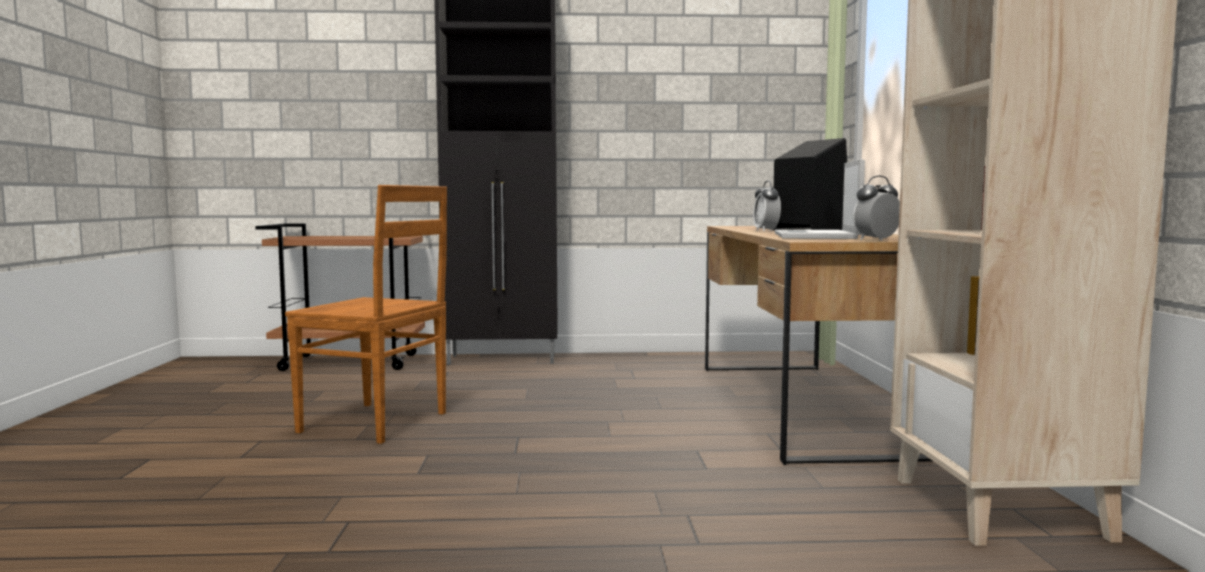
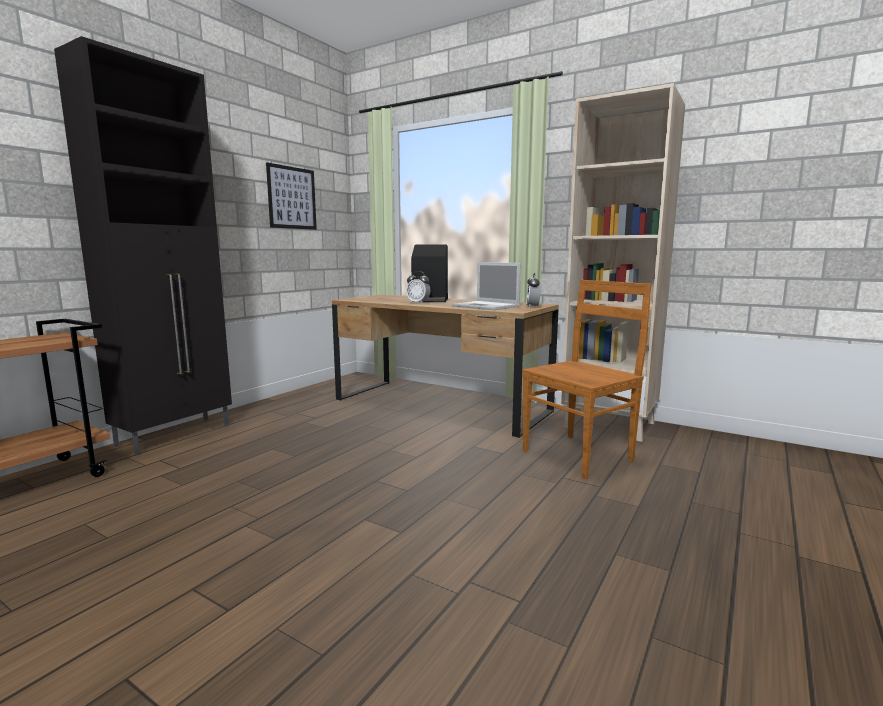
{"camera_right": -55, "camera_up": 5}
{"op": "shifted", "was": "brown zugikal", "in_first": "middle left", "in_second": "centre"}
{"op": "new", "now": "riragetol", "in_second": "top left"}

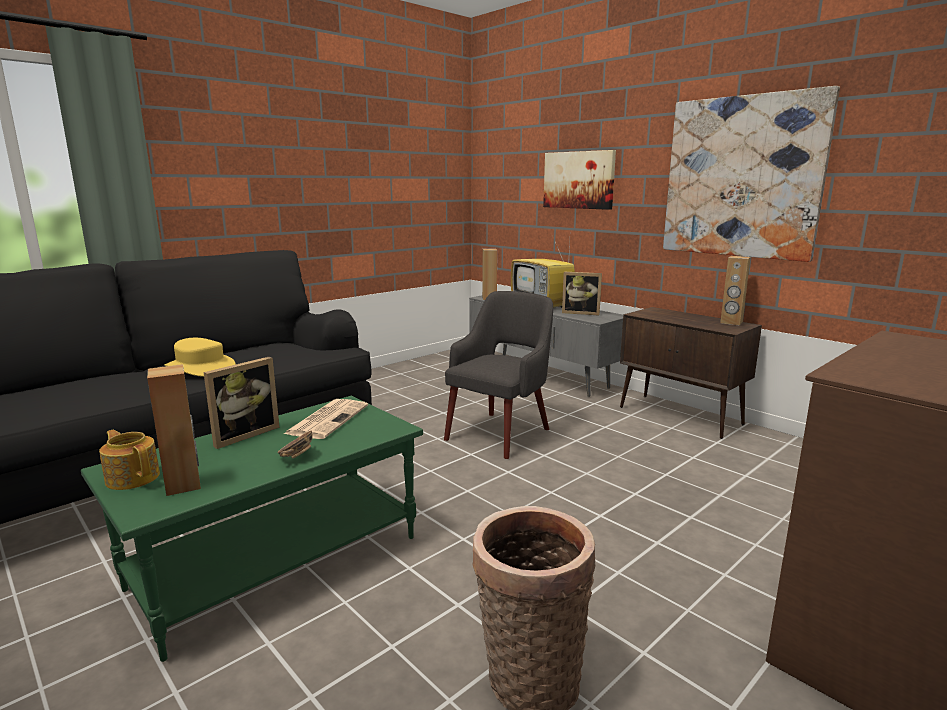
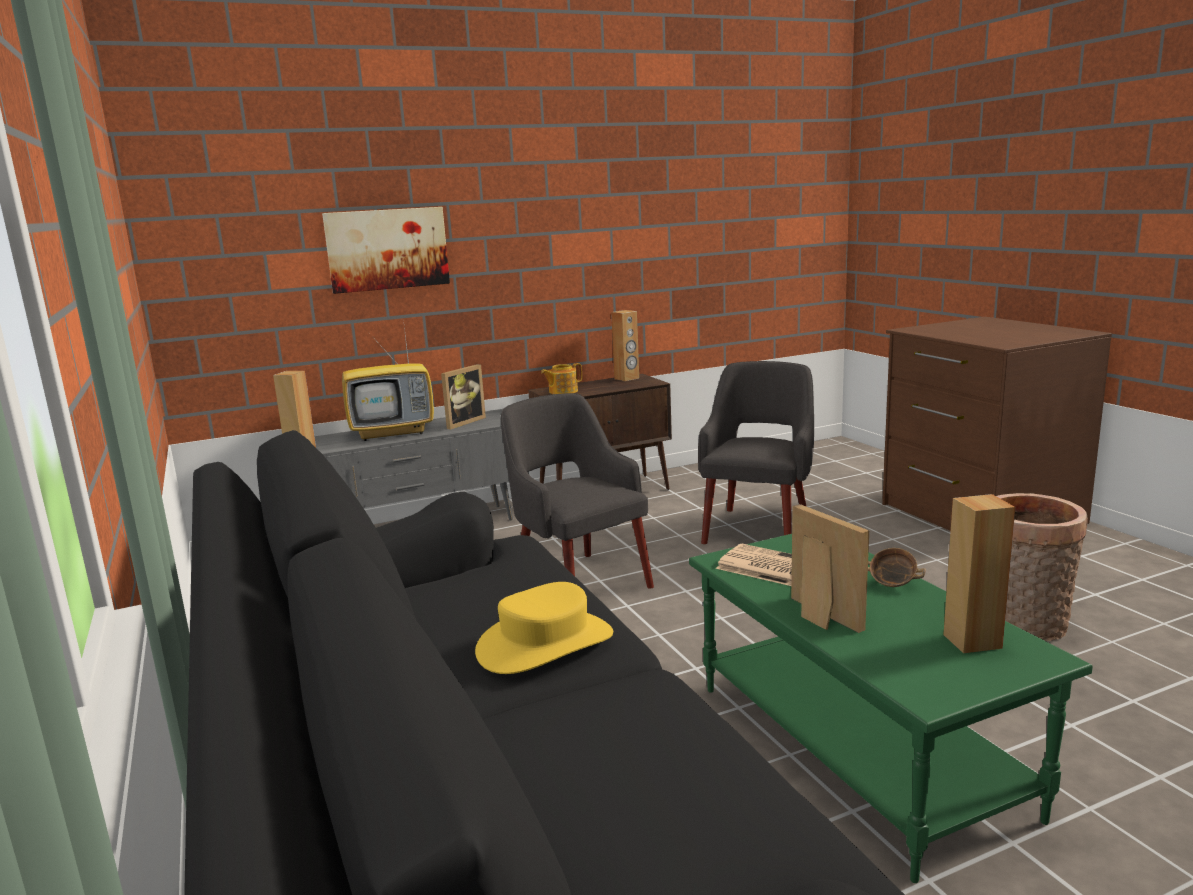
{"camera_right": -70, "camera_up": 0}
{"op": "gone", "was": "riragetol (no. 2 from left)", "in_first": "top right"}
{"op": "shifted", "was": "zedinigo", "in_first": "middle left", "in_second": "centre"}
{"op": "new", "now": "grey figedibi (no. 2 from left)", "in_second": "centre"}

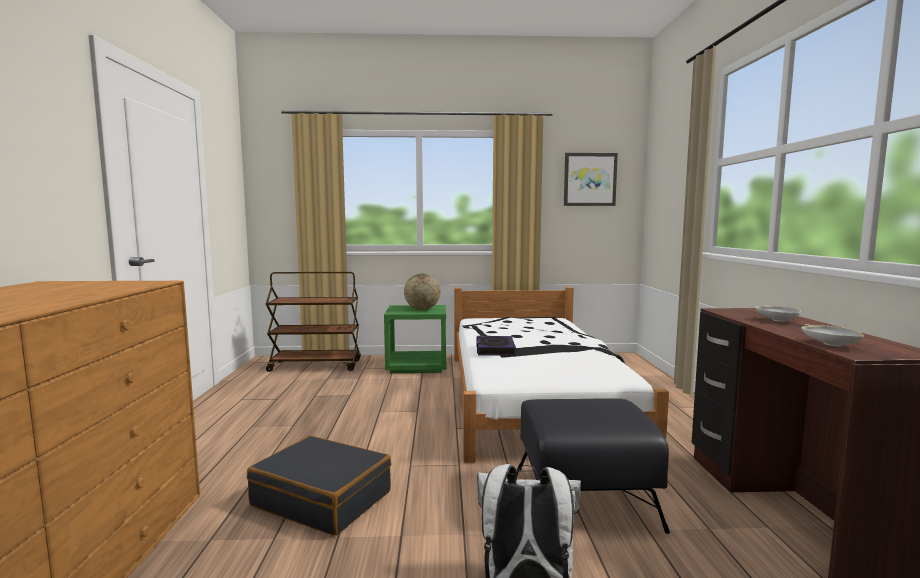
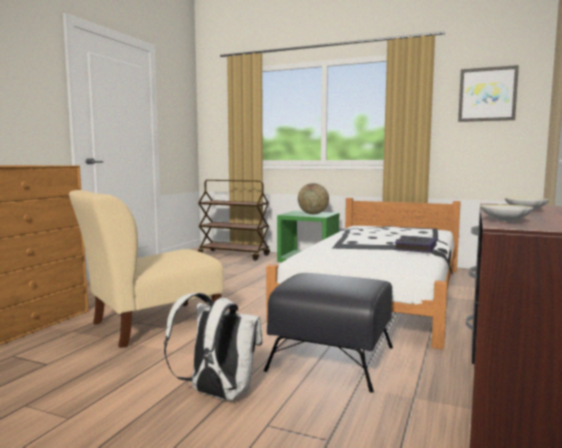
{"camera_right": 25, "camera_up": 0}
{"op": "shifted", "was": "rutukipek", "in_first": "centre", "in_second": "middle right"}
{"op": "swapped", "was": "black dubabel", "now": "beige zugikal", "in_first": "bottom centre", "in_second": "middle left"}

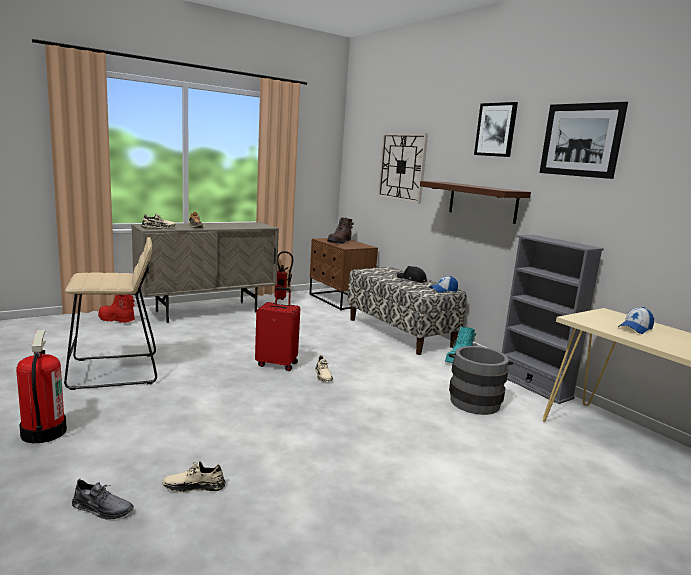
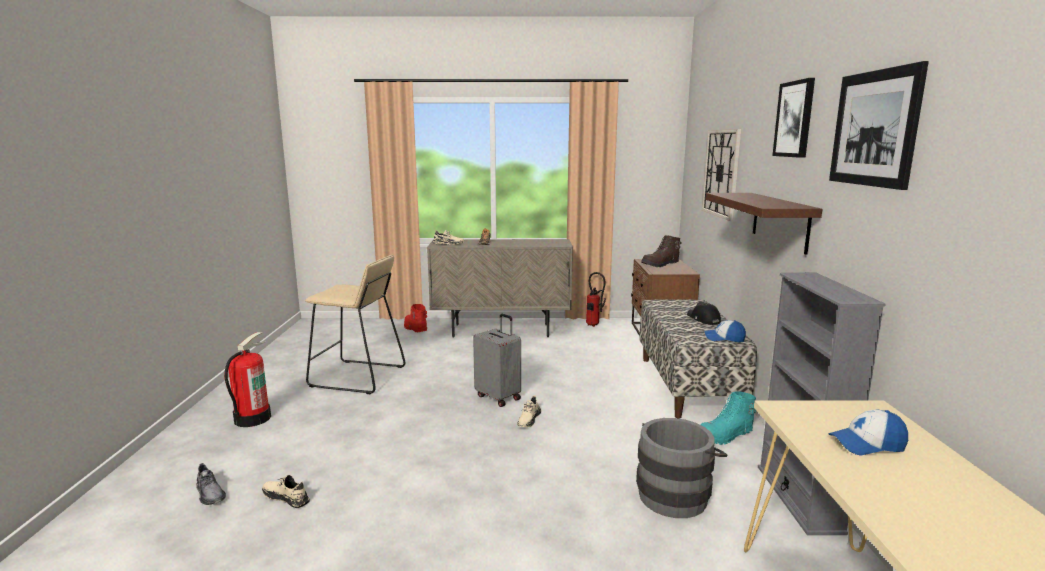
{"camera_right": 35, "camera_up": 0}
{"op": "repainted", "was": "red dubabel", "now": "grey dubabel", "in_first": "centre", "in_second": "centre"}

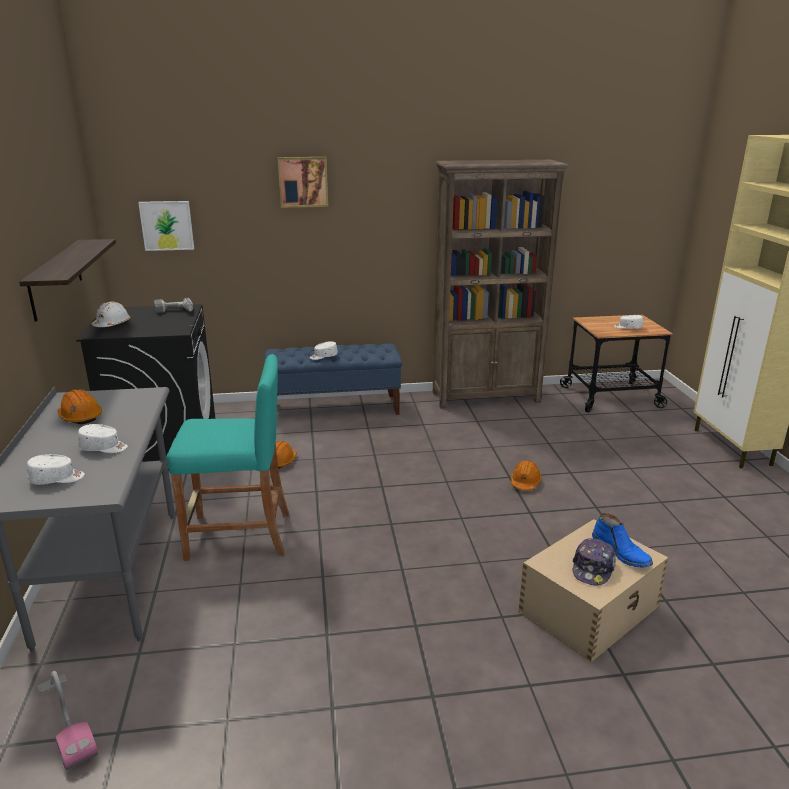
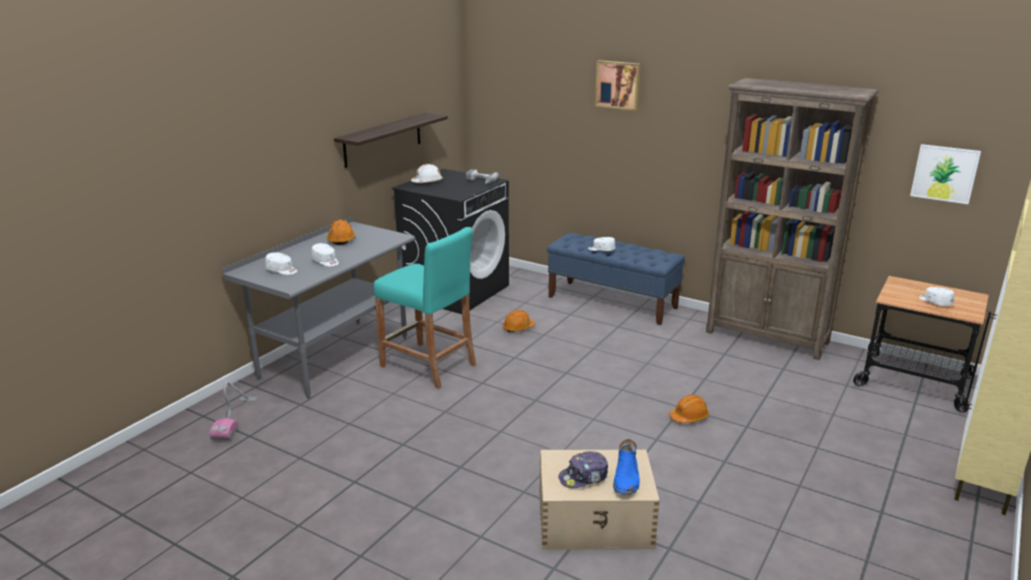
{"camera_right": 40, "camera_up": 0}
{"op": "shifted", "was": "riragetol (no. 1 from left in the first image)", "now": "riragetol (no. 2 from left)", "in_first": "top left", "in_second": "top right"}

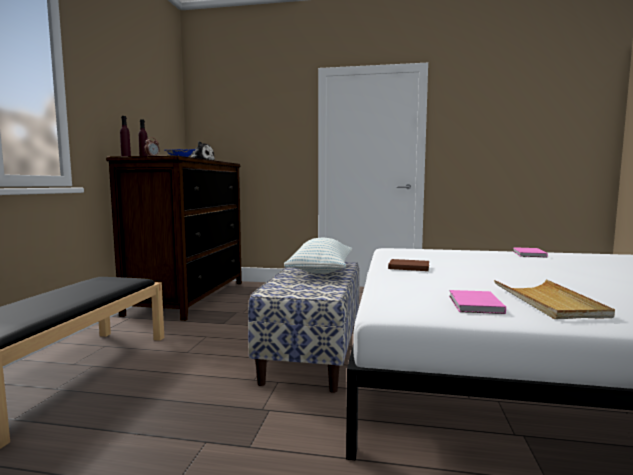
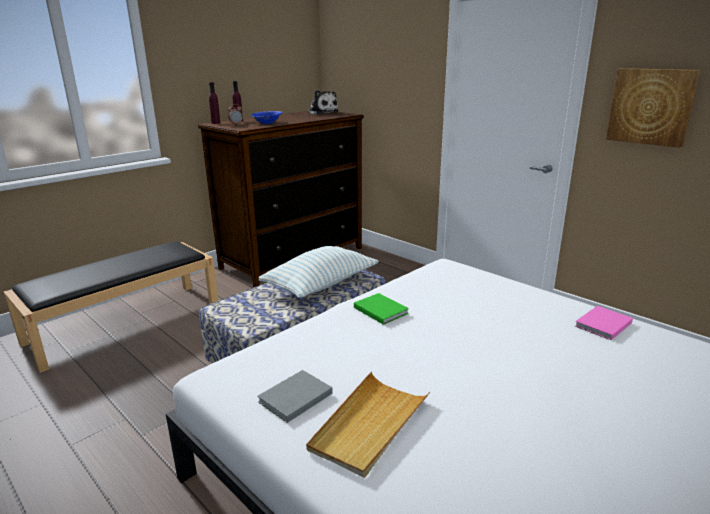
{"camera_right": 35, "camera_up": 15}
{"op": "repainted", "was": "brown rutukipek", "now": "green rutukipek", "in_first": "centre", "in_second": "centre"}
{"op": "repainted", "was": "pink rutukipek (no. 1 from left)", "now": "grey rutukipek", "in_first": "middle right", "in_second": "bottom centre"}
{"op": "new", "now": "riragetol", "in_second": "top right"}

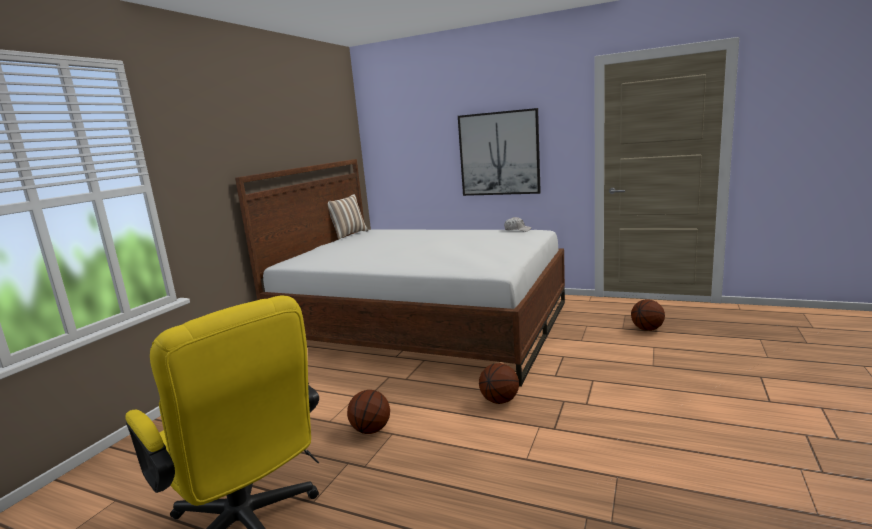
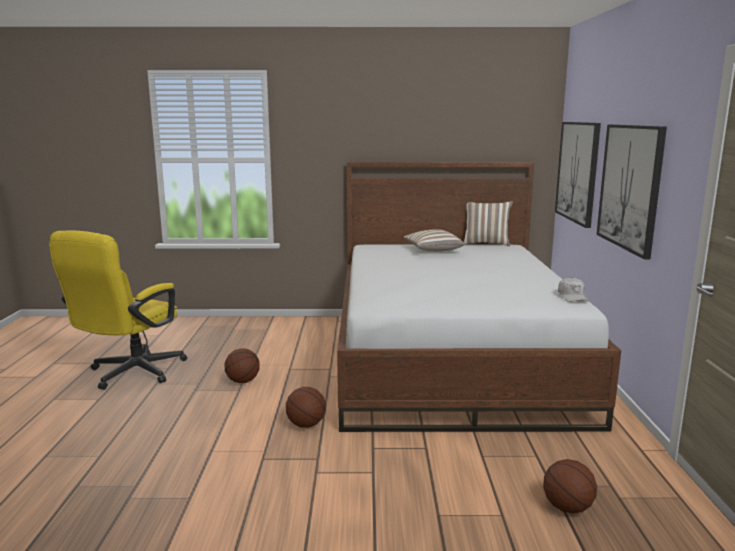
{"camera_right": 65, "camera_up": 0}
{"op": "new", "now": "riragetol (no. 1 from left)", "in_second": "top right"}
{"op": "new", "now": "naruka (no. 1 from left)", "in_second": "centre"}

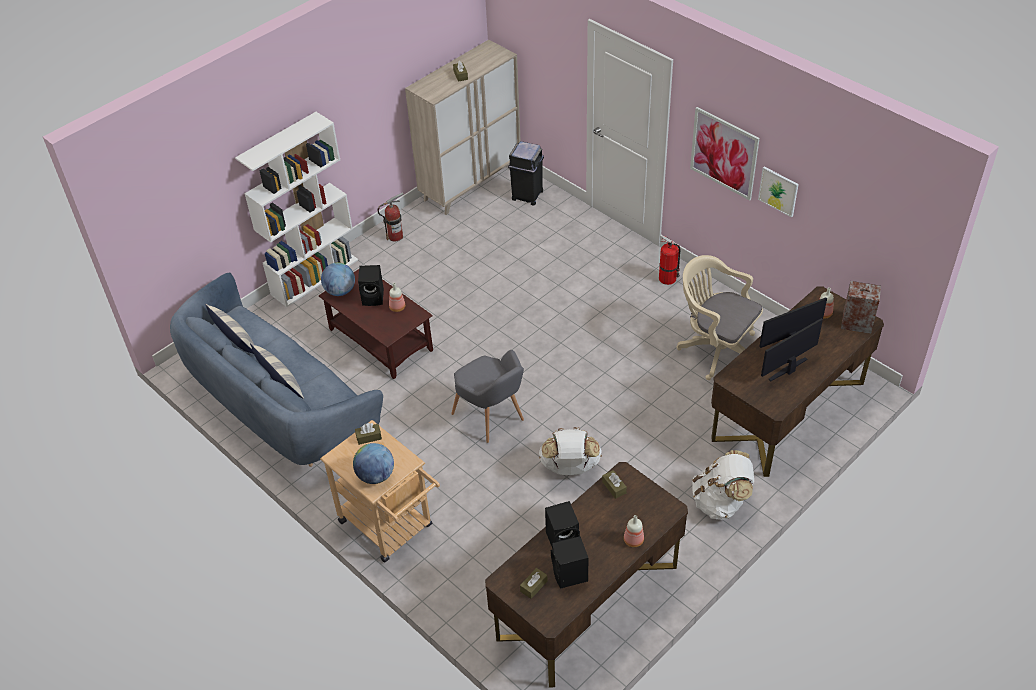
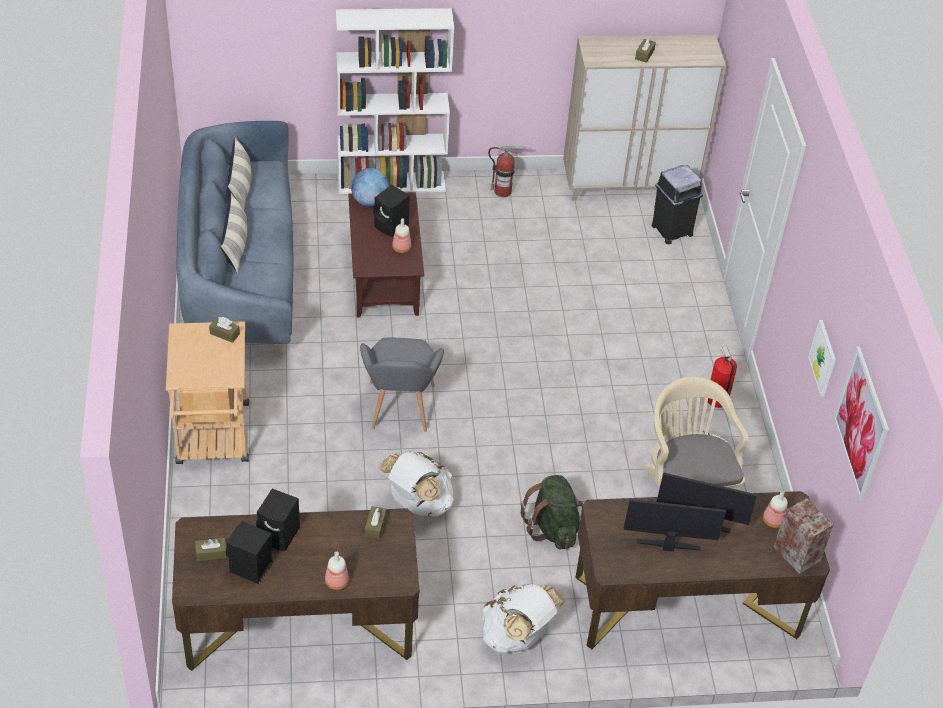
{"camera_right": 35, "camera_up": 0}
{"op": "shifted", "was": "riragetol (no. 1 from left in the first image)", "now": "riragetol (no. 2 from left)", "in_first": "top right", "in_second": "middle right"}
{"op": "gone", "was": "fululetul (no. 2 from left)", "in_first": "bottom centre"}
{"op": "new", "now": "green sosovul", "in_second": "bottom centre"}

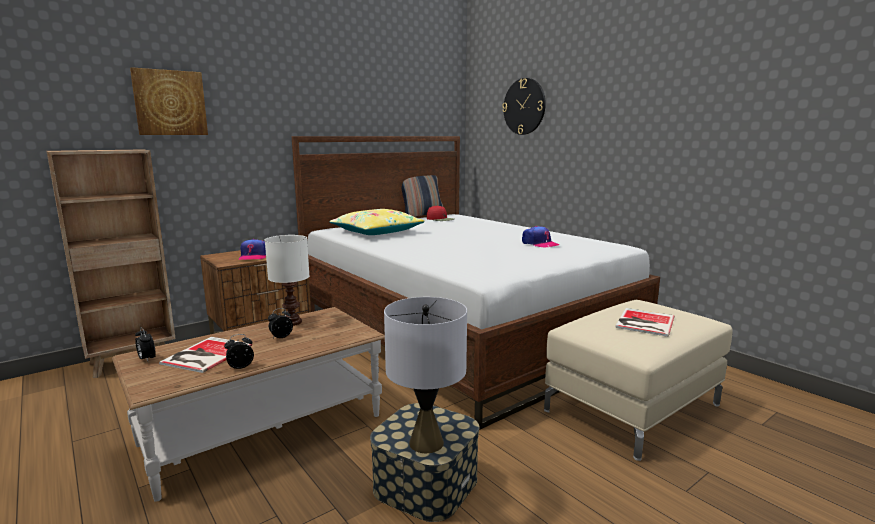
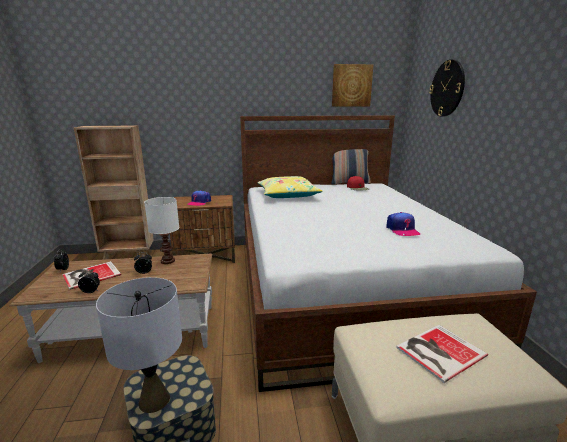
{"camera_right": 30, "camera_up": 5}
{"op": "shifted", "was": "riragetol", "in_first": "top left", "in_second": "top centre"}

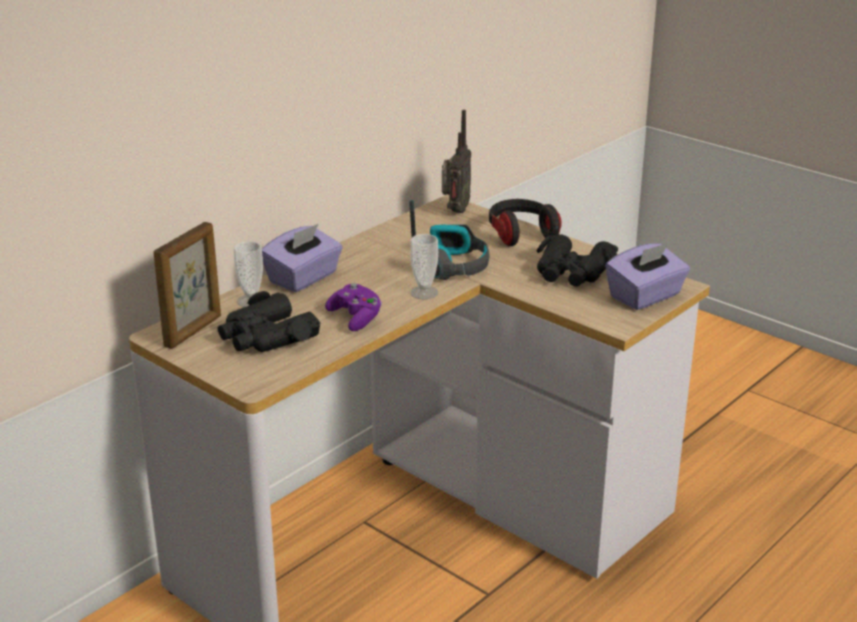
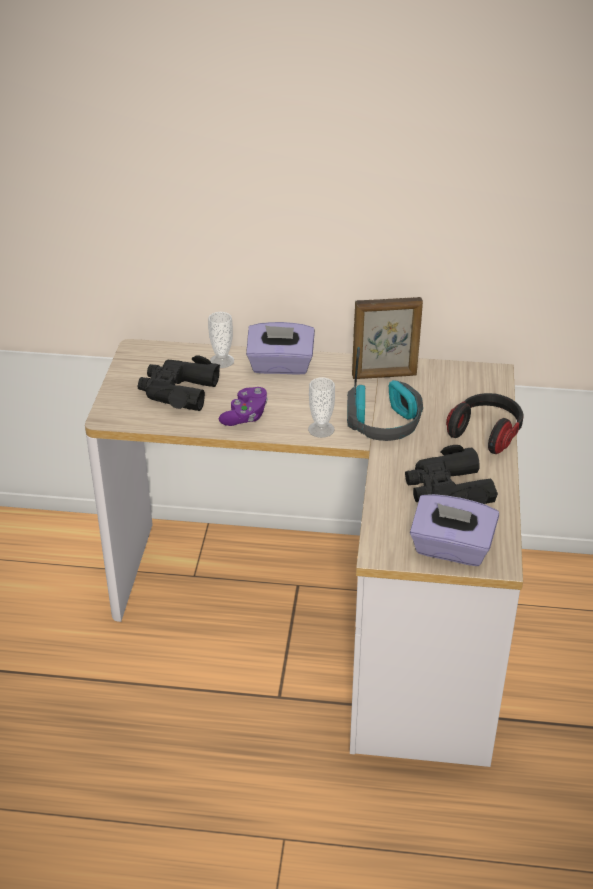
{"camera_right": 55, "camera_up": 10}
{"op": "gone", "was": "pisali", "in_first": "top centre"}
{"op": "shifted", "was": "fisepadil", "in_first": "middle left", "in_second": "centre"}

